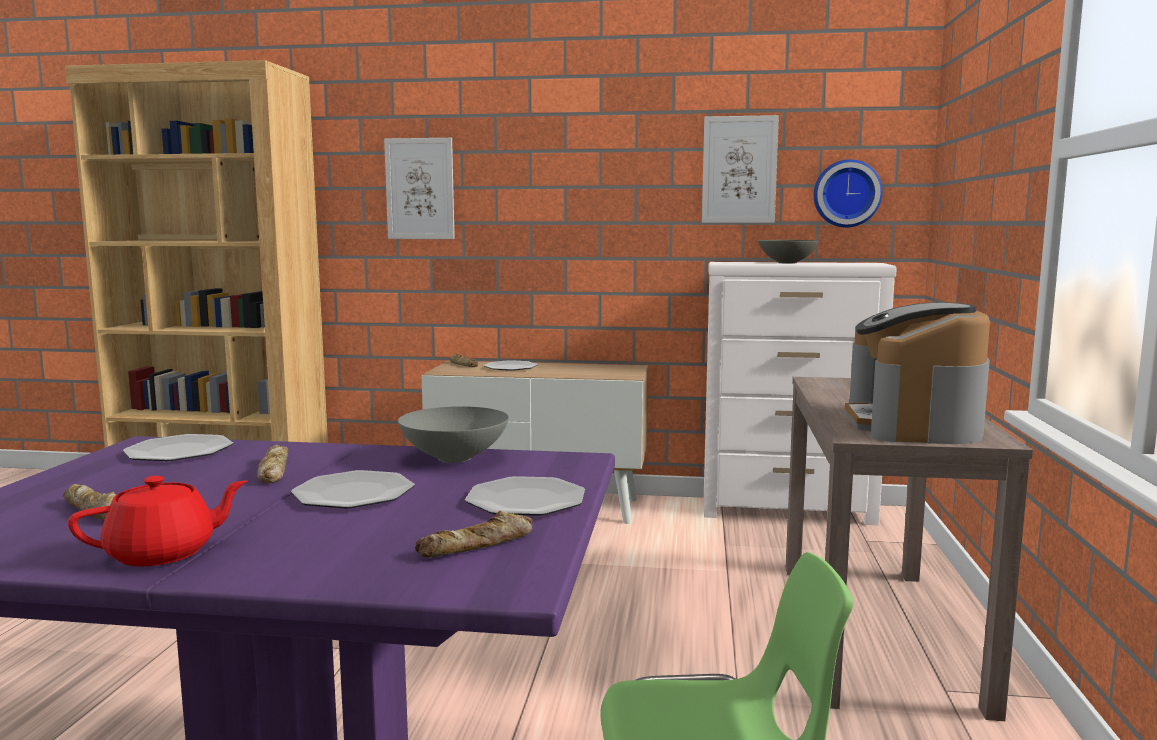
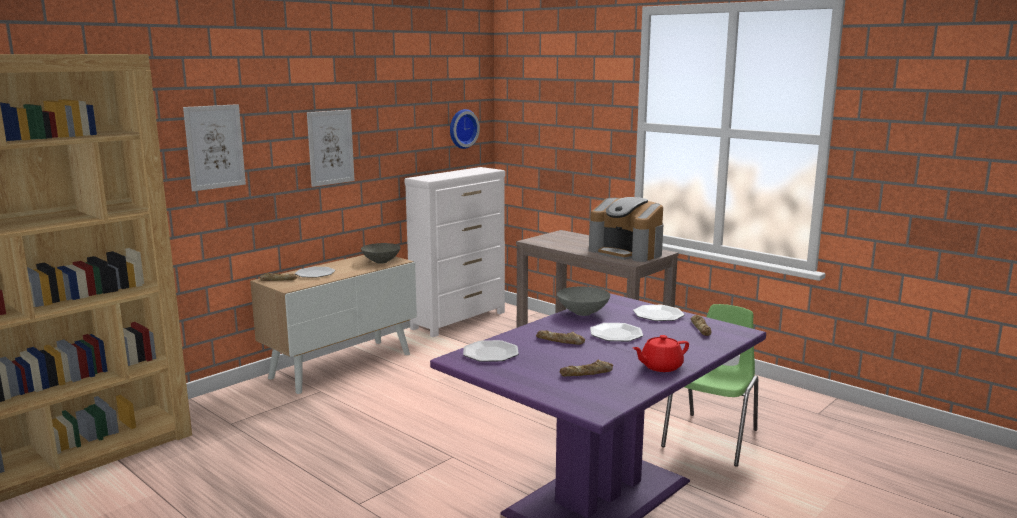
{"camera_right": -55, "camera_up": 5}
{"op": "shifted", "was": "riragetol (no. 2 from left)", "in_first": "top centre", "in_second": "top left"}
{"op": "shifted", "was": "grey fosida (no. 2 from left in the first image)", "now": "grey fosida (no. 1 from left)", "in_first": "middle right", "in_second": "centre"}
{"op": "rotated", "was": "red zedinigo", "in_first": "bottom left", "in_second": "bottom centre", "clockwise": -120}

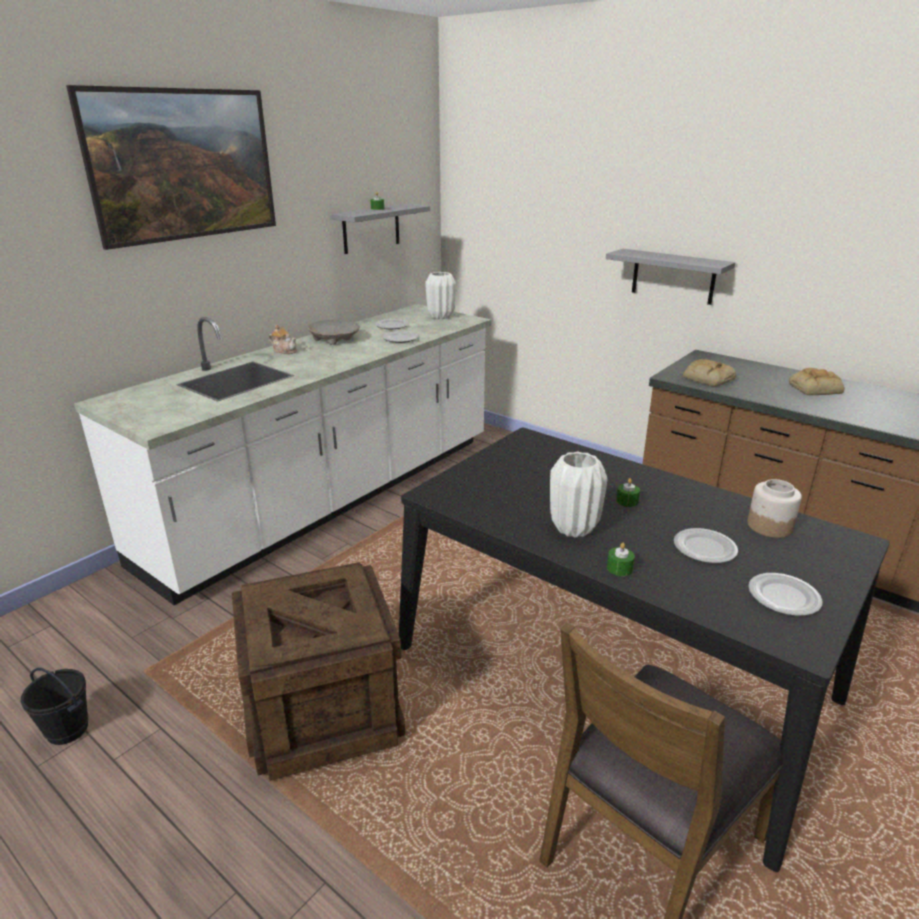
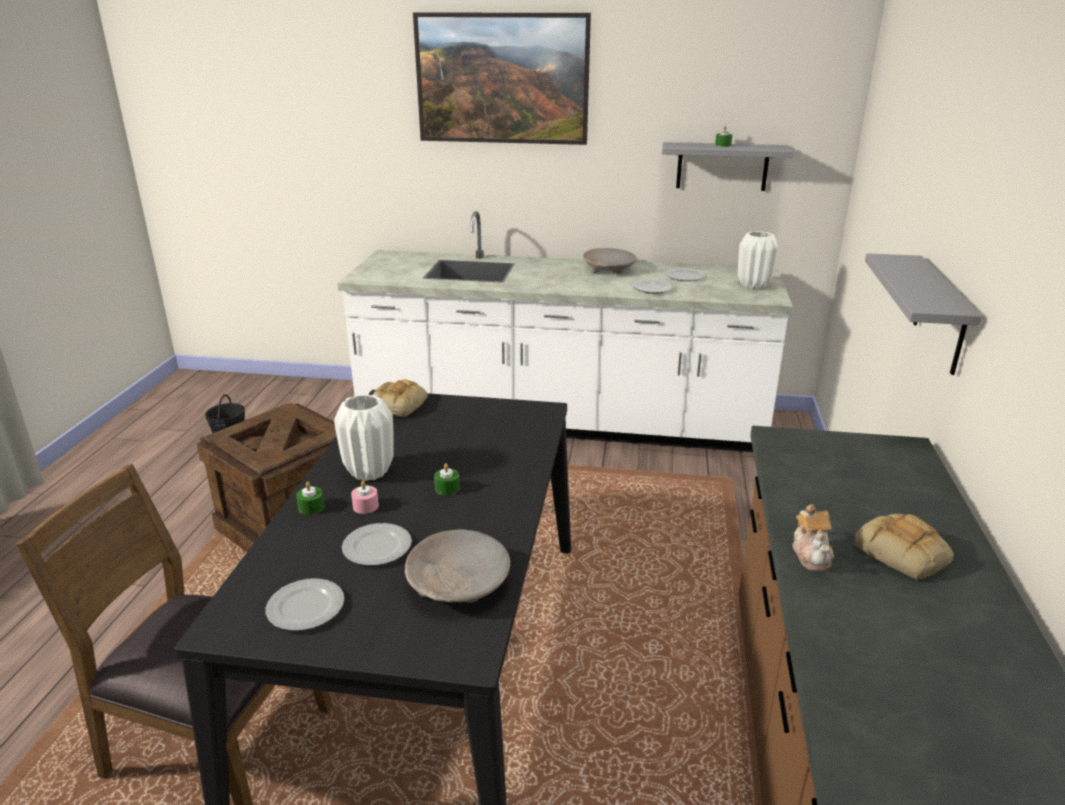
{"camera_right": 60, "camera_up": 0}
{"op": "shifted", "was": "zedinigo", "in_first": "middle left", "in_second": "bottom right"}
{"op": "shifted", "was": "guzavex (no. 1 from left)", "in_first": "middle right", "in_second": "centre"}
{"op": "swapped", "was": "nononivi", "now": "beige fosida (no. 1 from left)", "in_first": "middle right", "in_second": "bottom centre"}
{"op": "new", "now": "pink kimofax", "in_second": "centre"}

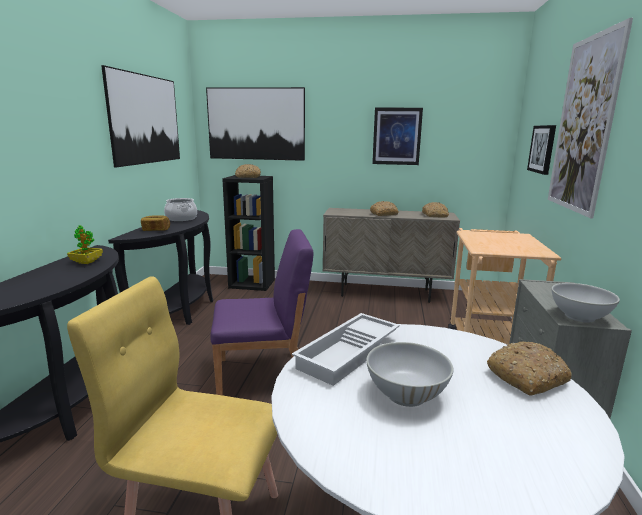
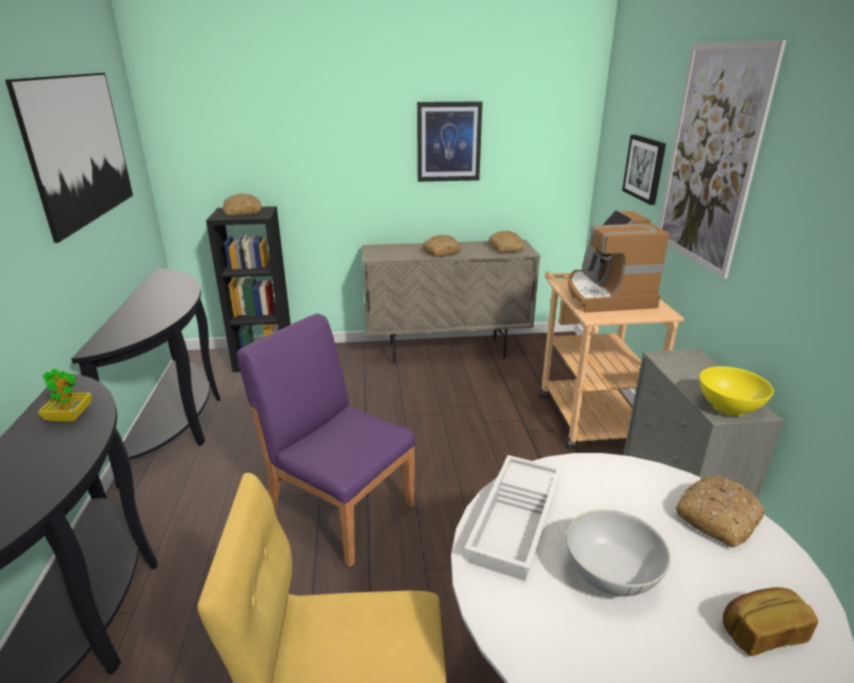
{"camera_right": -15, "camera_up": 10}
{"op": "gone", "was": "riragetol (no. 2 from left)", "in_first": "top centre"}
{"op": "gone", "was": "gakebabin", "in_first": "middle left"}
{"op": "shifted", "was": "guzavex (no. 1 from left in the first image)", "now": "guzavex (no. 5 from left)", "in_first": "middle left", "in_second": "bottom right"}
{"op": "rotated", "was": "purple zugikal", "in_first": "centre", "in_second": "centre", "clockwise": -120}
{"op": "repainted", "was": "white fosida (no. 2 from left)", "now": "yellow fosida", "in_first": "middle right", "in_second": "middle right"}
{"op": "new", "now": "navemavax", "in_second": "middle right"}

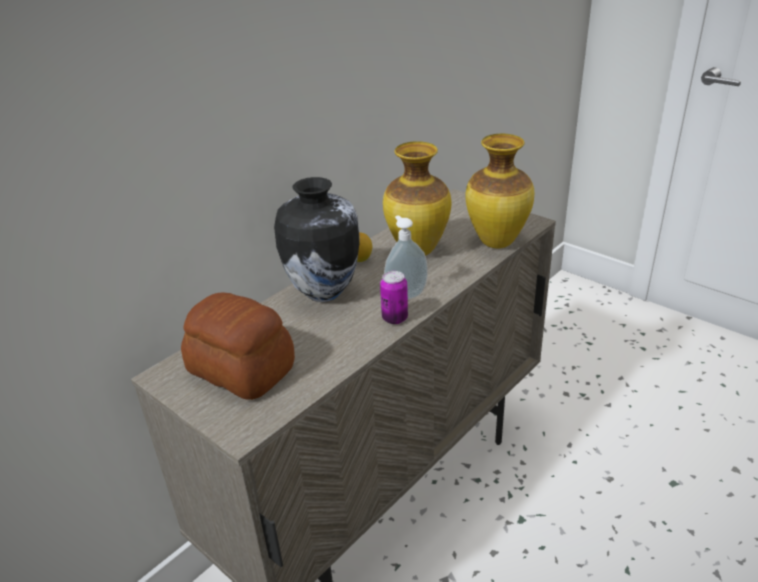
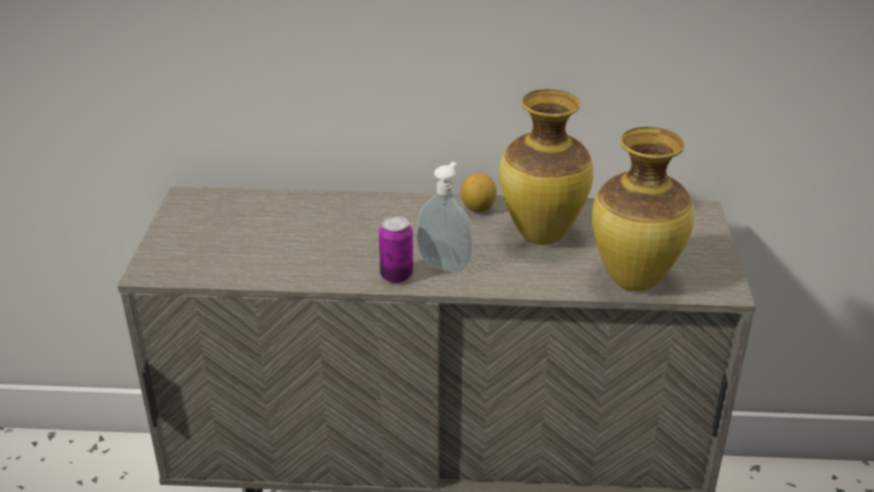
{"camera_right": 50, "camera_up": 0}
{"op": "gone", "was": "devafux (no. 1 from left)", "in_first": "centre"}
{"op": "gone", "was": "guzavex", "in_first": "middle left"}

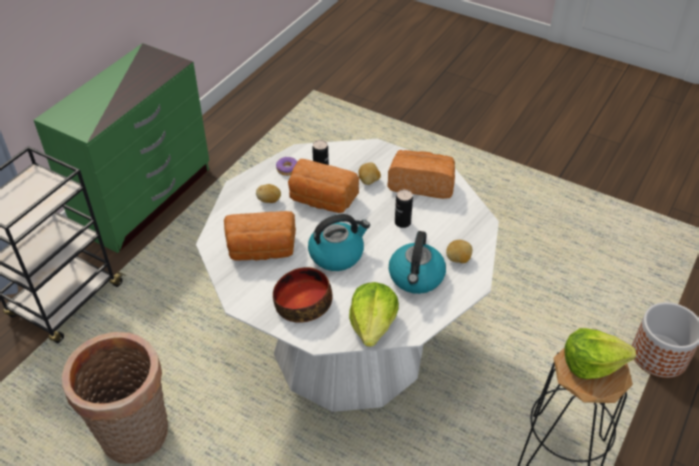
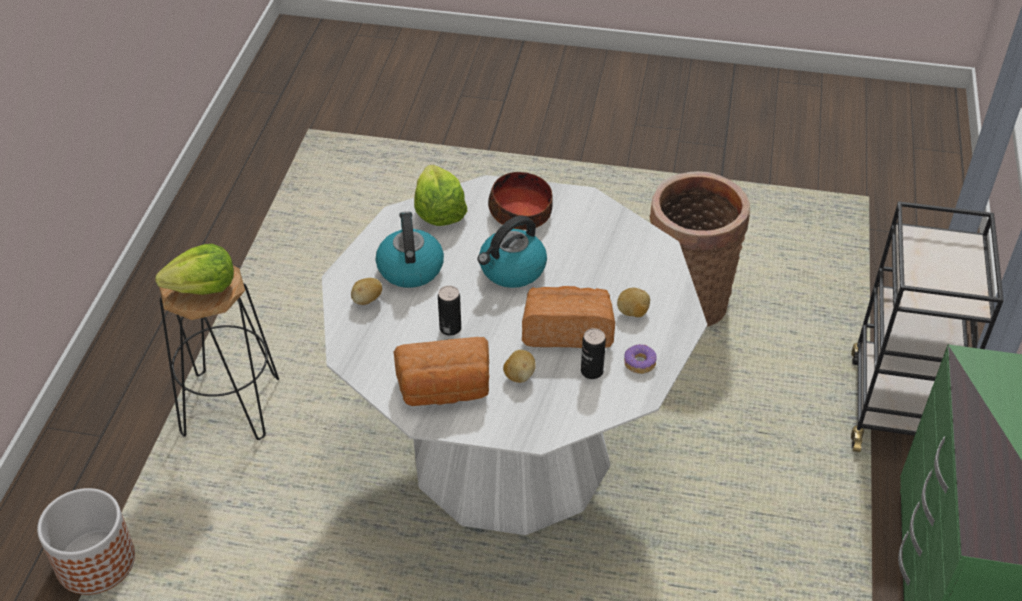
{"camera_right": 160, "camera_up": 0}
{"op": "gone", "was": "guzavex (no. 1 from left)", "in_first": "centre"}

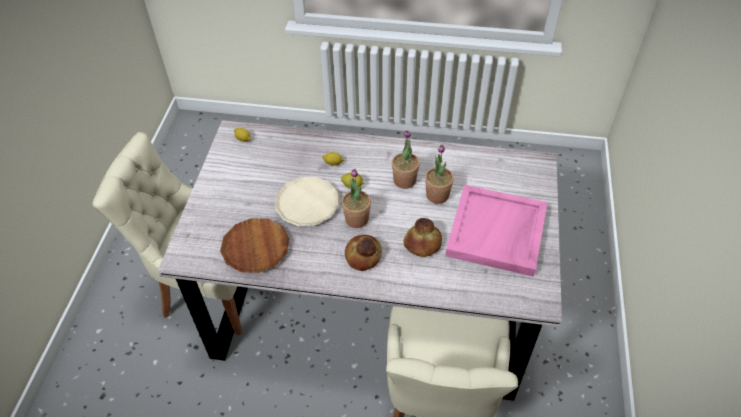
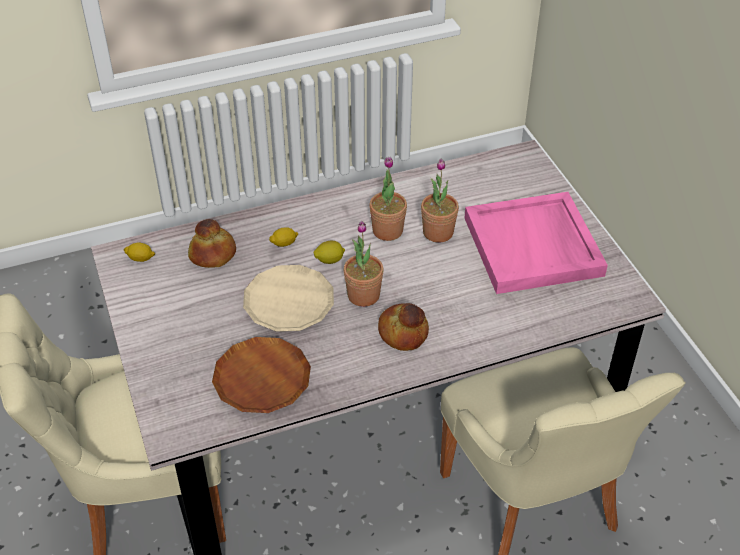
{"camera_right": -30, "camera_up": -5}
{"op": "shifted", "was": "guzavex (no. 2 from left in the first image)", "now": "guzavex (no. 1 from left)", "in_first": "centre", "in_second": "middle left"}

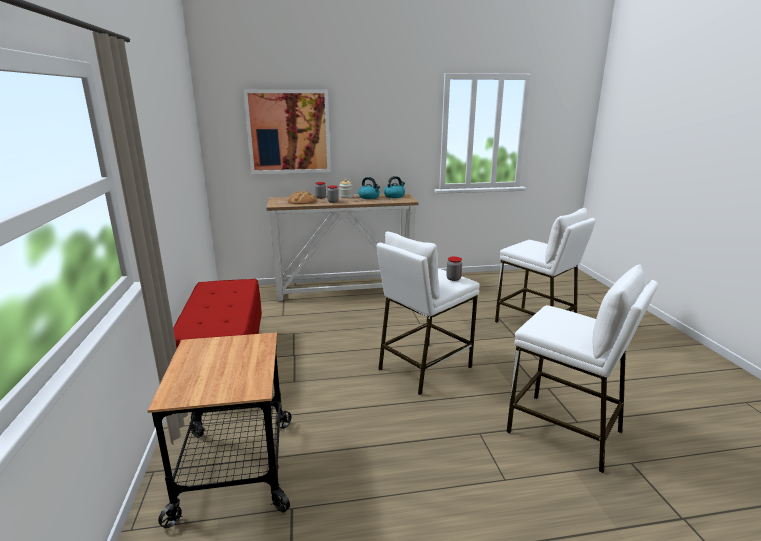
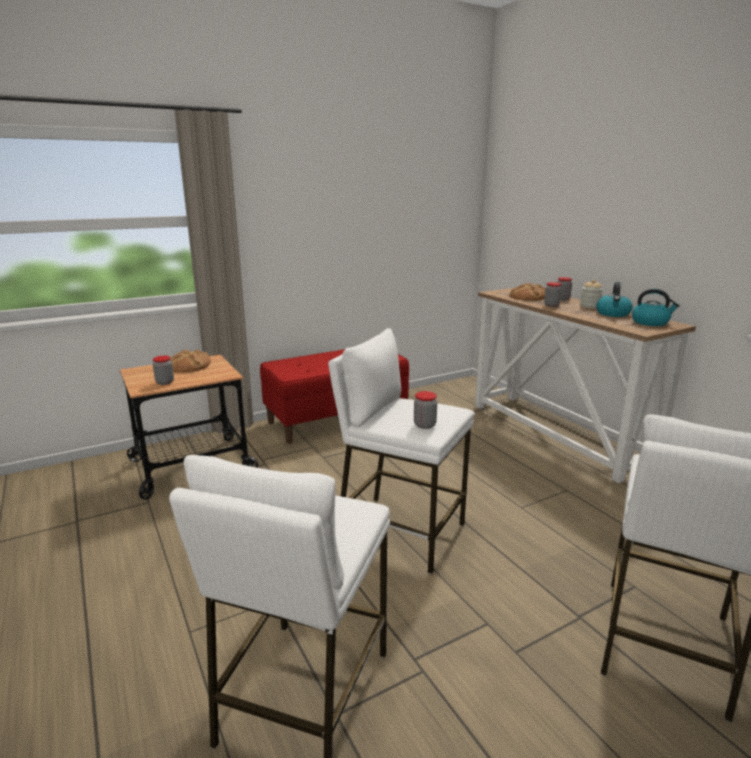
{"camera_right": 70, "camera_up": 0}
{"op": "gone", "was": "riragetol", "in_first": "top centre"}
{"op": "new", "now": "guzavex (no. 1 from left)", "in_second": "middle left"}
{"op": "new", "now": "nononivi (no. 1 from left)", "in_second": "middle left"}

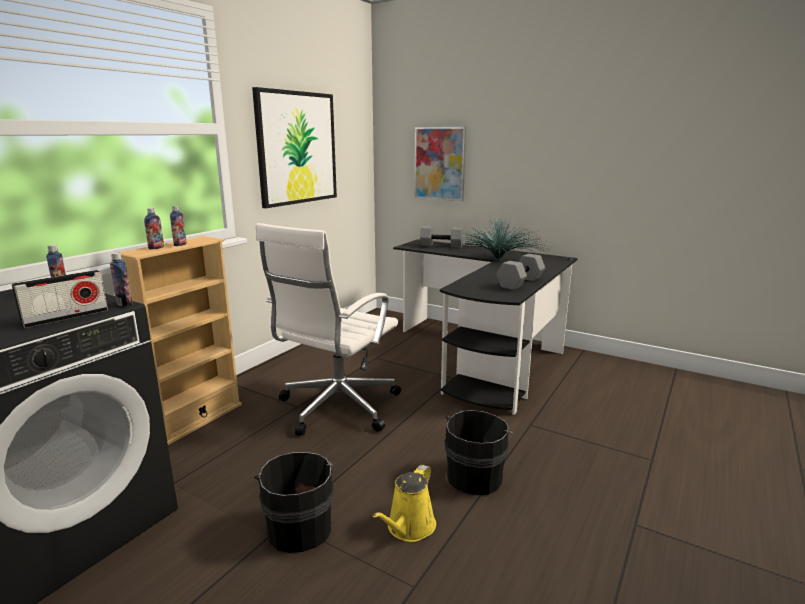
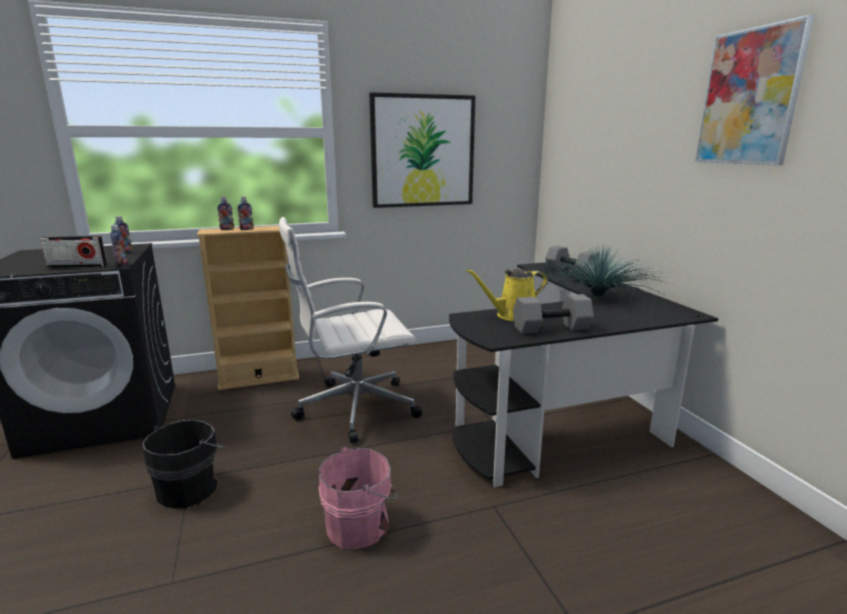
{"camera_right": 40, "camera_up": 0}
{"op": "shifted", "was": "riragetol (no. 2 from left)", "in_first": "top centre", "in_second": "top right"}
{"op": "repainted", "was": "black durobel (no. 2 from left)", "now": "pink durobel", "in_first": "bottom centre", "in_second": "bottom centre"}
{"op": "shifted", "was": "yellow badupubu", "in_first": "bottom centre", "in_second": "centre"}

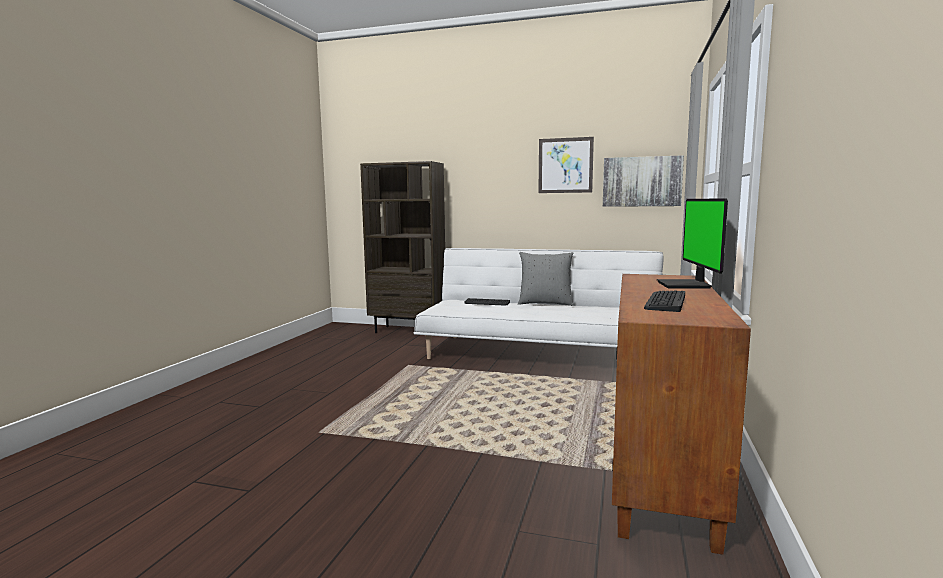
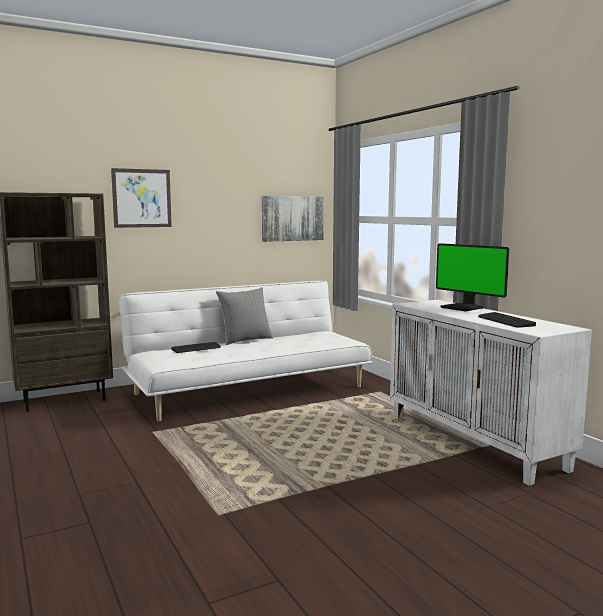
{"camera_right": -45, "camera_up": 0}
{"op": "shifted", "was": "riragetol (no. 1 from left)", "in_first": "top centre", "in_second": "top left"}
{"op": "repainted", "was": "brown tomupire", "now": "white tomupire", "in_first": "bottom right", "in_second": "middle right"}

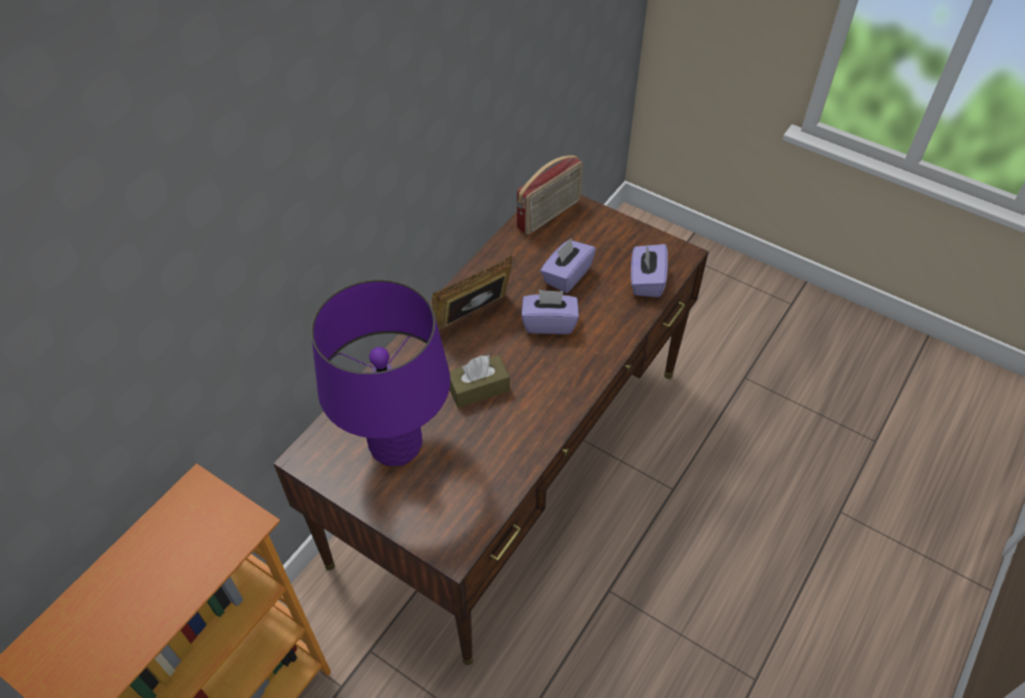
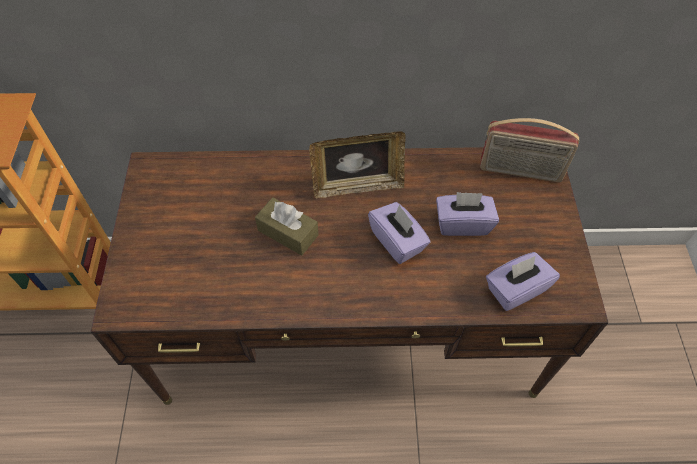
{"camera_right": 55, "camera_up": 5}
{"op": "rotated", "was": "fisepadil", "in_first": "centre", "in_second": "centre", "clockwise": 150}
{"op": "gone", "was": "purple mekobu", "in_first": "centre"}

